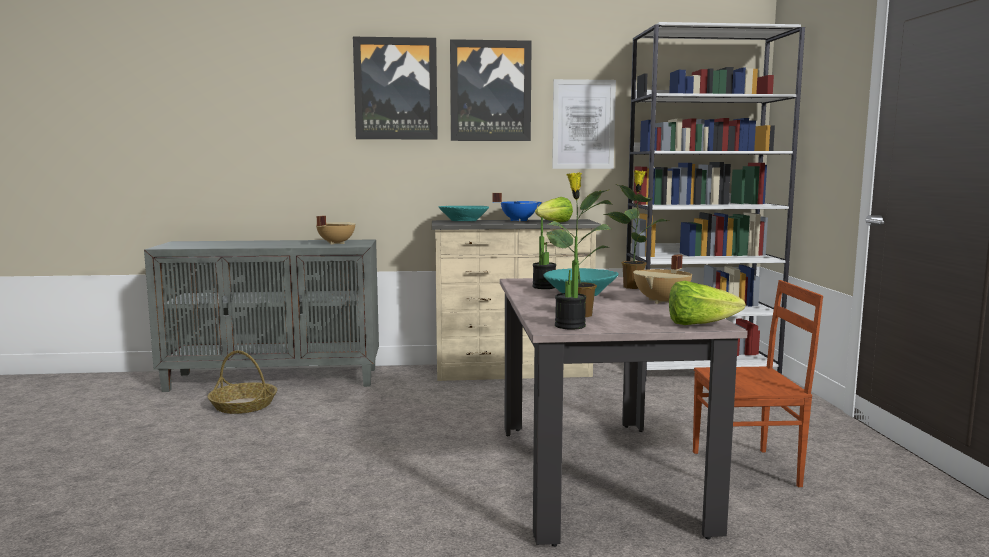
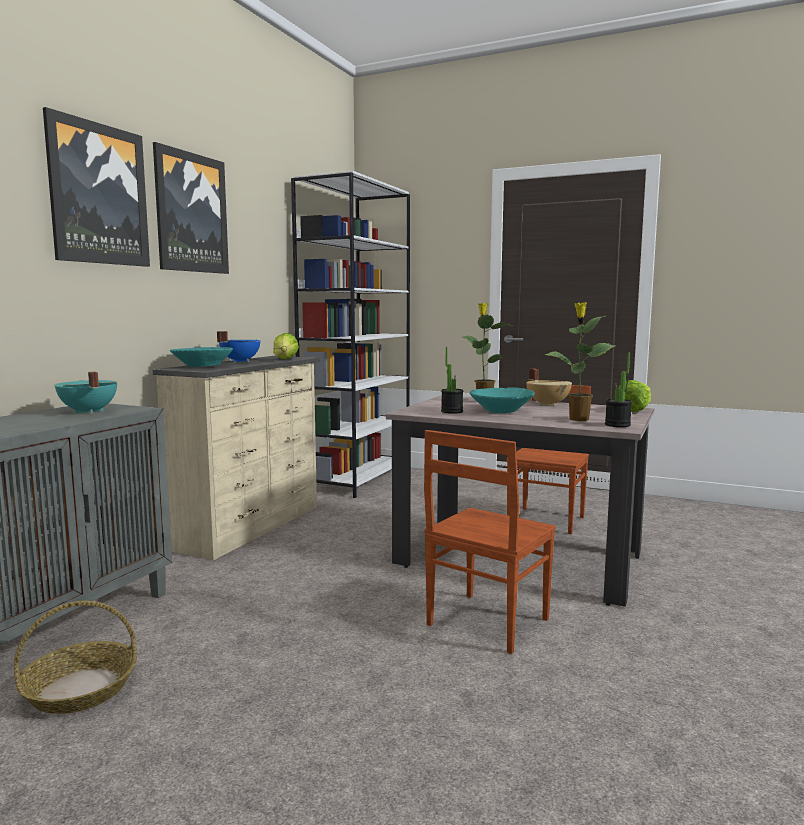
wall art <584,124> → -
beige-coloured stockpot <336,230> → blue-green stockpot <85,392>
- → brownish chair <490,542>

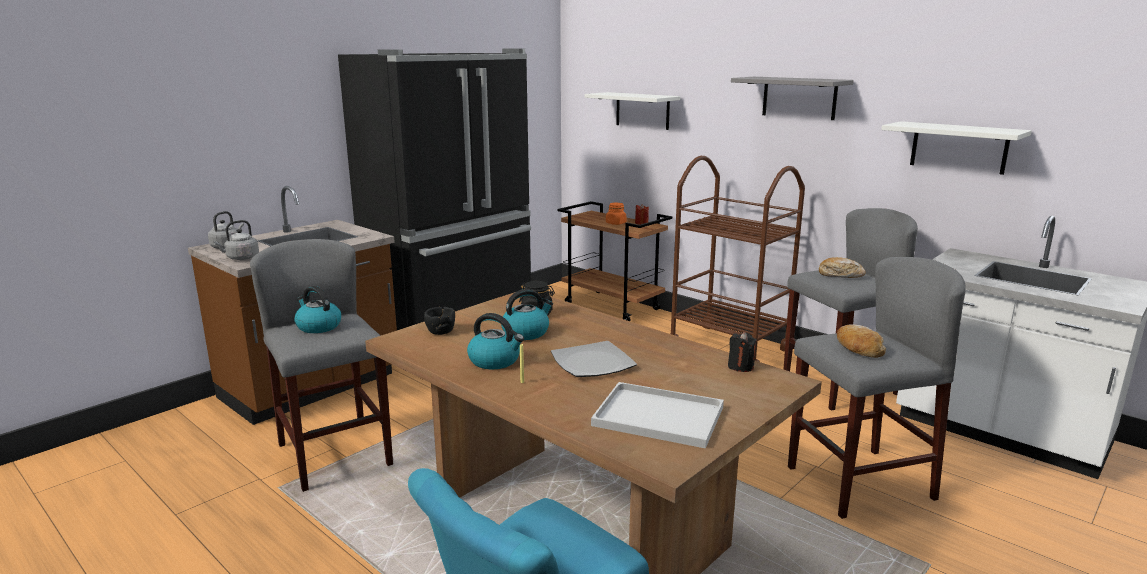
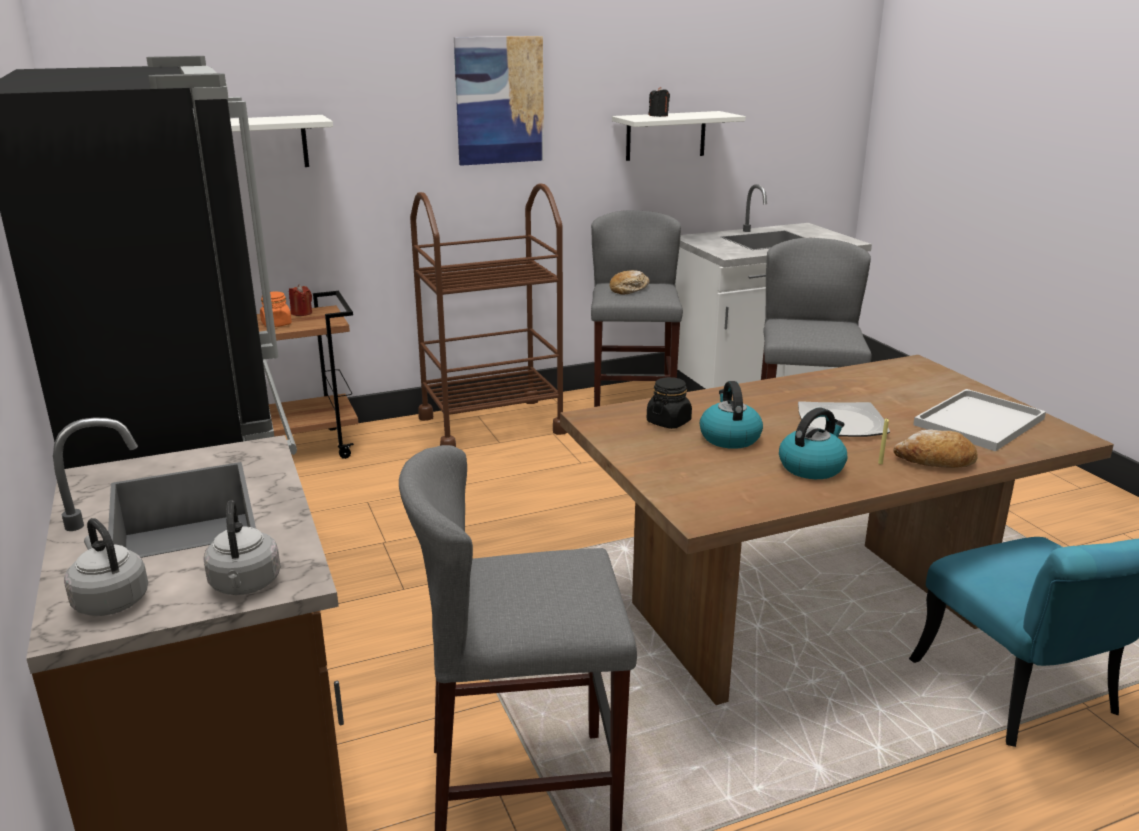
gray shelf <792,98> → wall art <499,101>
tea kettle <317,309> → -
blackish bowl <439,321> → -
baked bread <861,341> → baked bread <936,448>, move
blackish wax light <742,352> → blackish wax light <659,102>, move

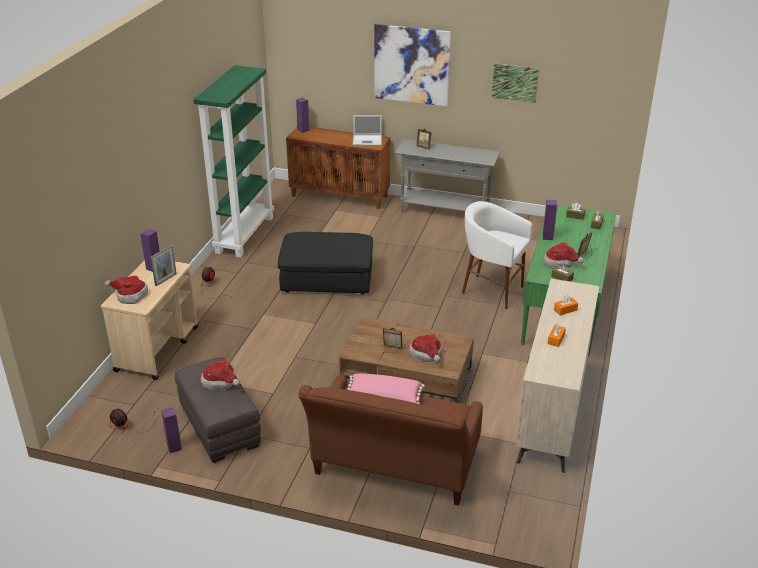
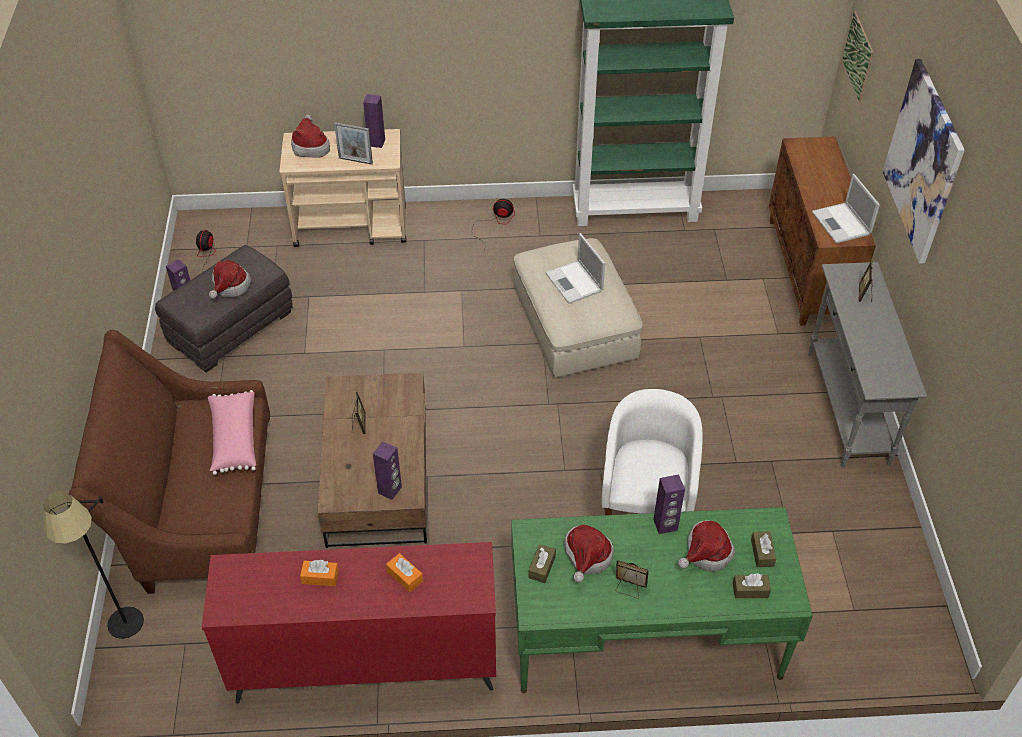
wall art <515,83> → wall art <857,56>, move
purple loudspeaker <302,115> → purple loudspeaker <387,470>, move
blackish footrest <325,263> → beige-coloured footrest <578,308>
beige-coloured drawer chest <557,376> → red drawer chest <349,623>
hat <425,348> → hat <706,546>, move
- → laptop <575,268>
- → blackish standing lamp <93,565>

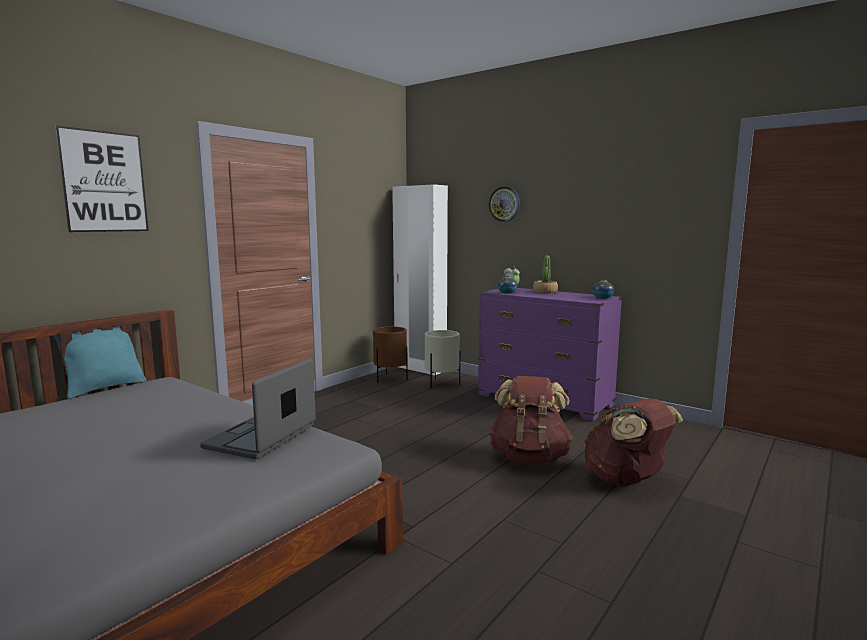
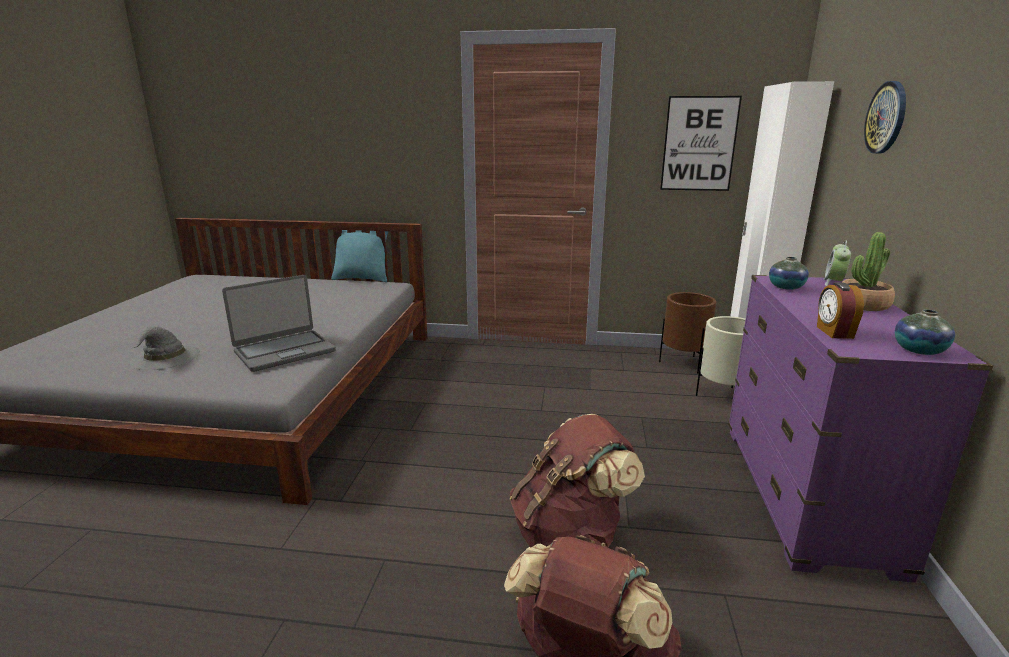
wall art <102,179> → wall art <701,143>, move
laptop <258,408> → laptop <279,323>, 150 degrees clockwise
- → alarm clock <840,310>
- → gray hat <164,348>

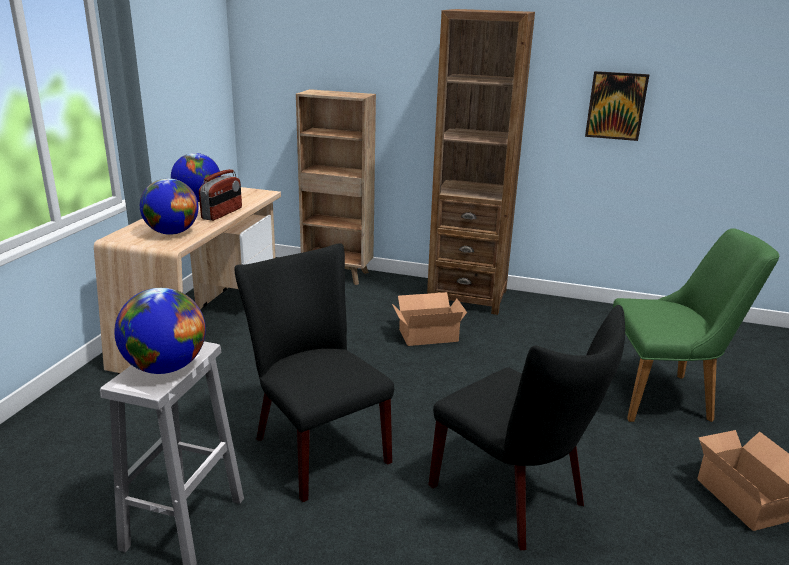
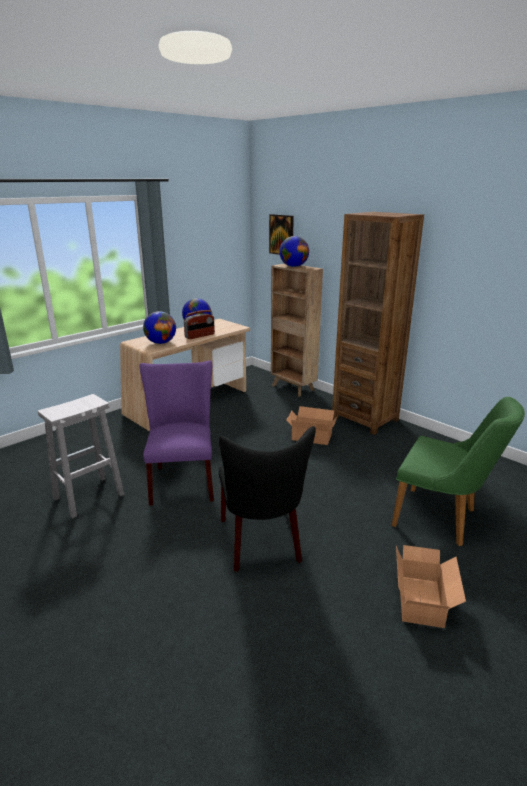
wall art <617,106> → wall art <281,234>, move
blackish chair <314,372> → purple chair <176,433>
world globe <160,331> → world globe <294,251>, move

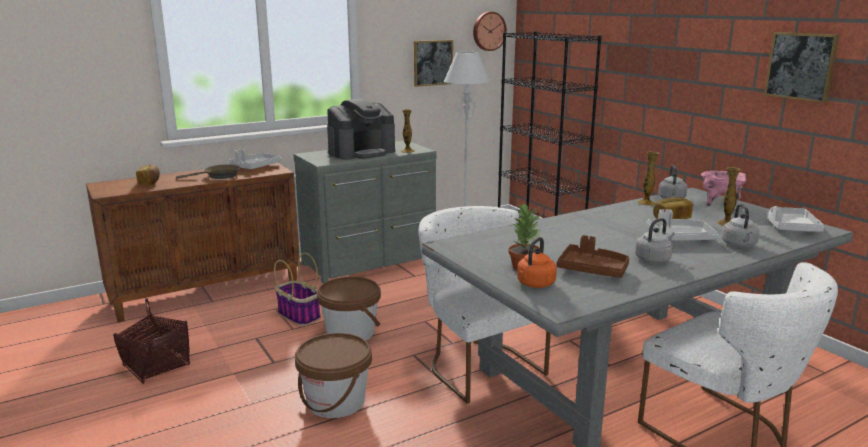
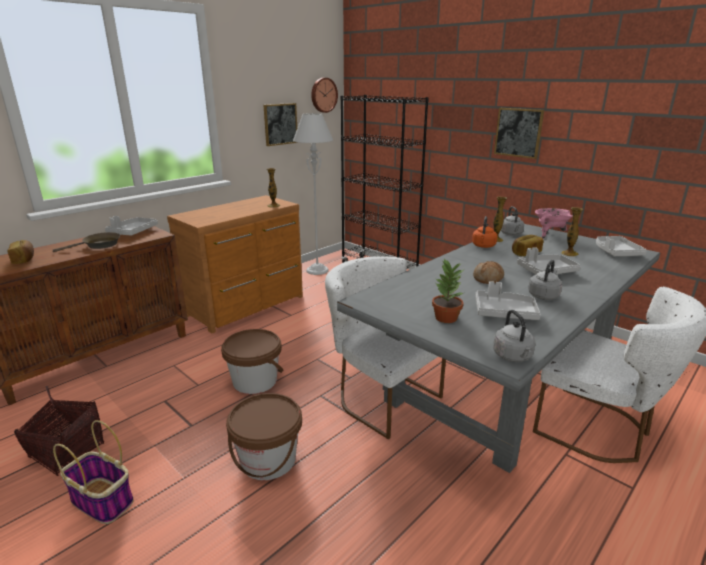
wall art <801,67> → wall art <519,133>, move
coffee brewer <361,129> → -
gray drawer chest <365,212> → brownish drawer chest <235,264>
gray tea kettle <740,225> → gray tea kettle <514,336>, move
brownish tray <593,256> → gray tray <508,300>
orange tea kettle <537,262> → orange tea kettle <484,232>, move
storage basket <297,289> → storage basket <93,472>, move
- → baked bread <488,272>

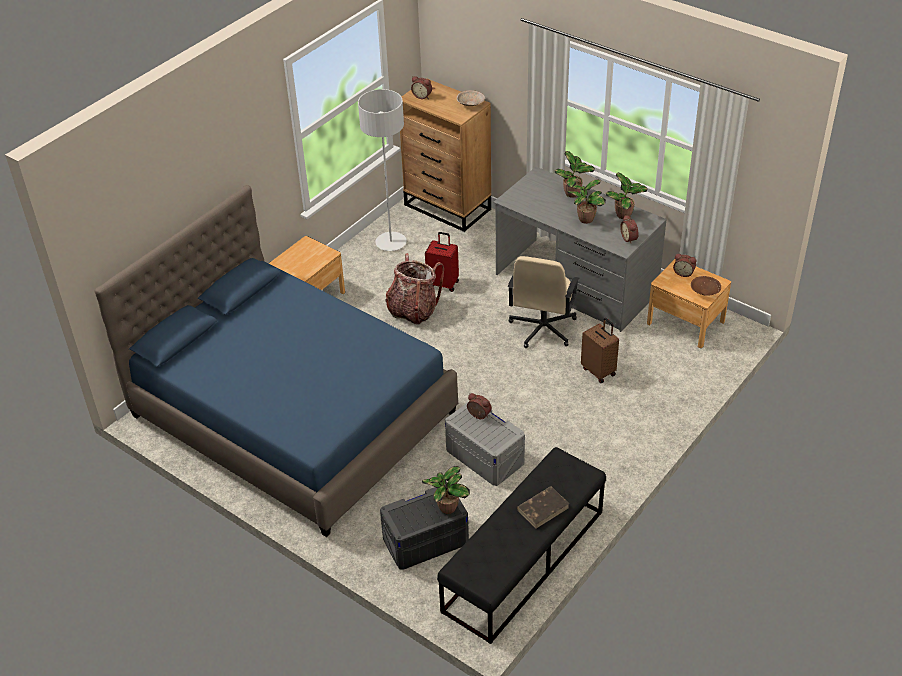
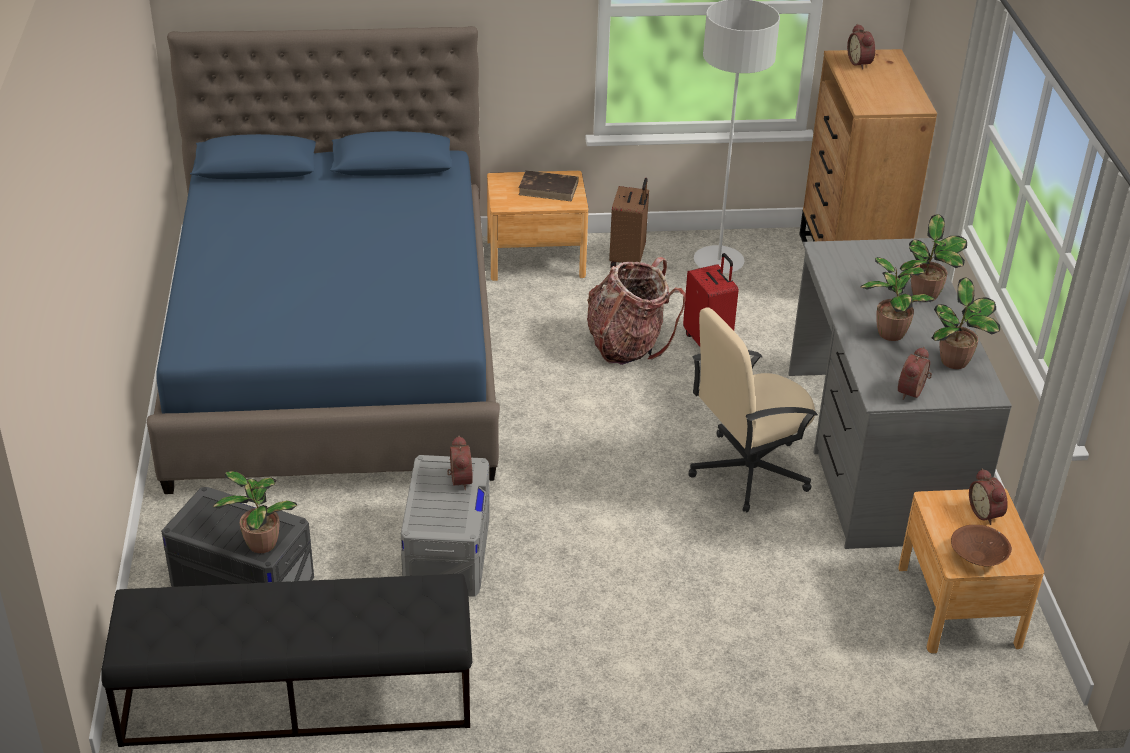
beige-coloured bowl <471,98> → -
brownish travel case <600,350> → brownish travel case <629,223>, move
brownish book <543,507> → brownish book <549,186>, move

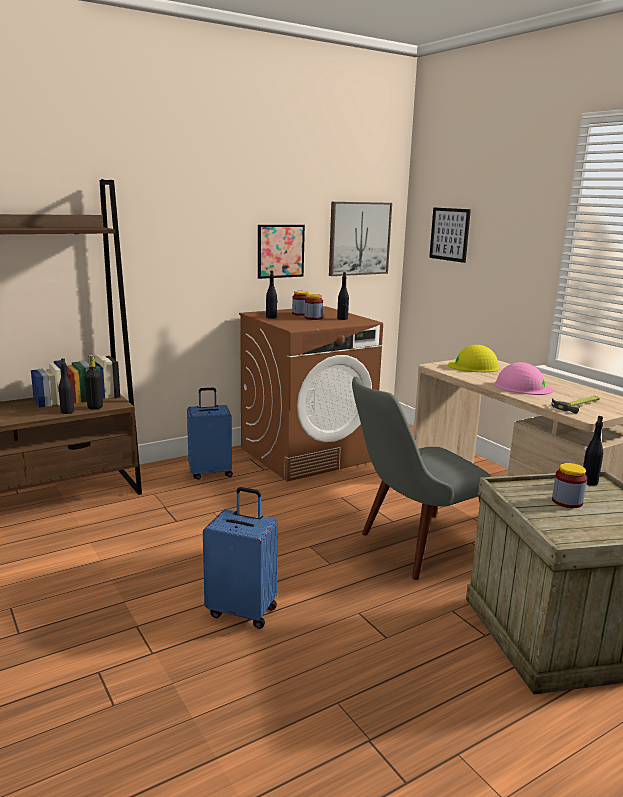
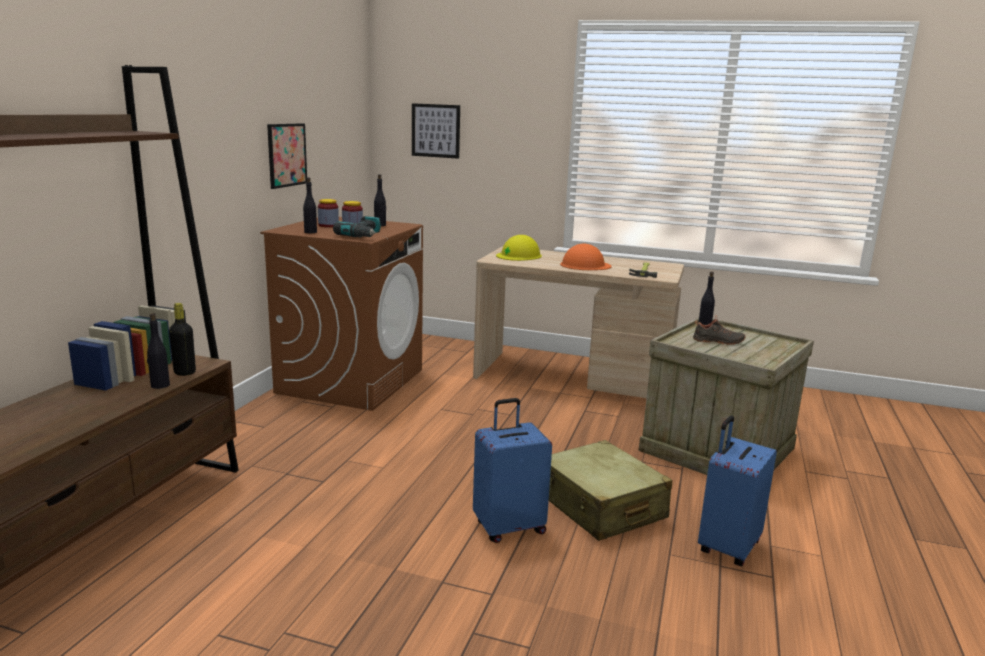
wall art <360,239> → -
pink-coloured hard hat <523,378> → orange hard hat <585,257>
gray chair <422,478> → -
blue travel case <210,434> → blue travel case <737,491>, move
preserve jar <569,485> → blackish shoe <719,330>
- → electric drill <357,226>
- → beige-coloured travel case <610,490>

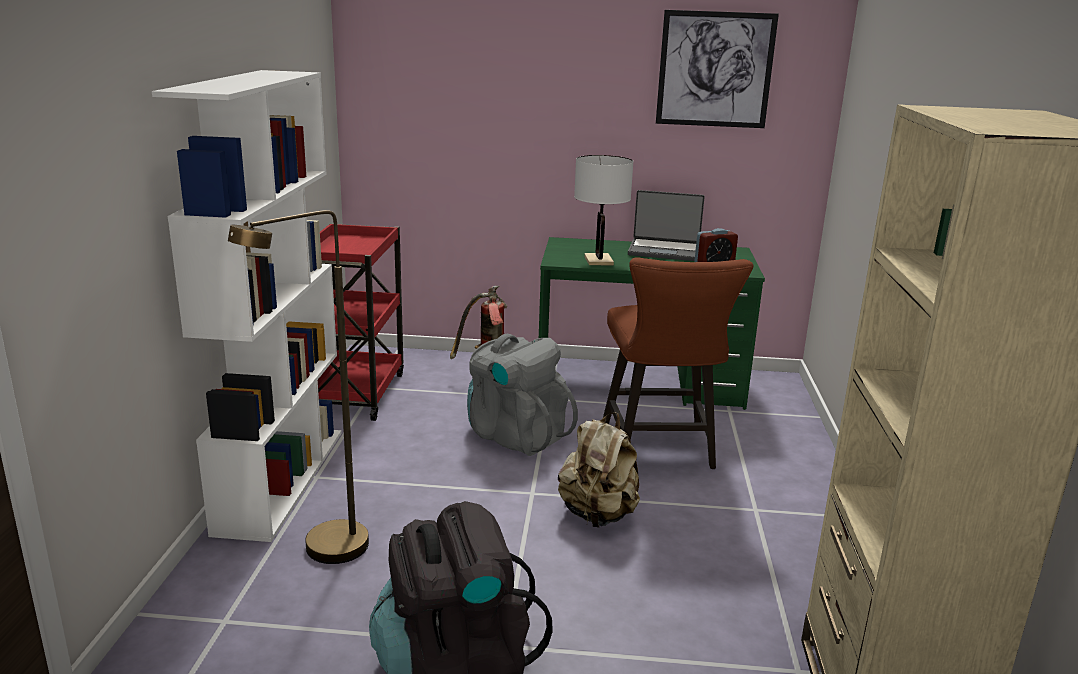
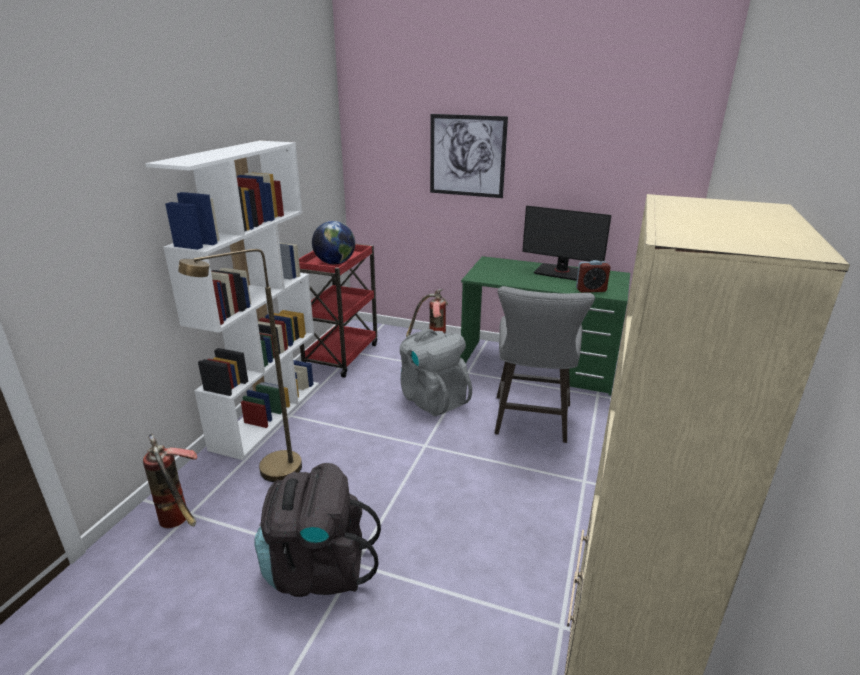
wall art <717,69> → wall art <469,156>, move
white-coloured table lamp <604,210> → -
laptop <666,225> → monitor <566,243>
brownish stool seat <678,363> → gray stool seat <545,364>
beige-coloured knapsack <599,470> → -
- → world globe <333,243>
- → extinguisher <170,481>

